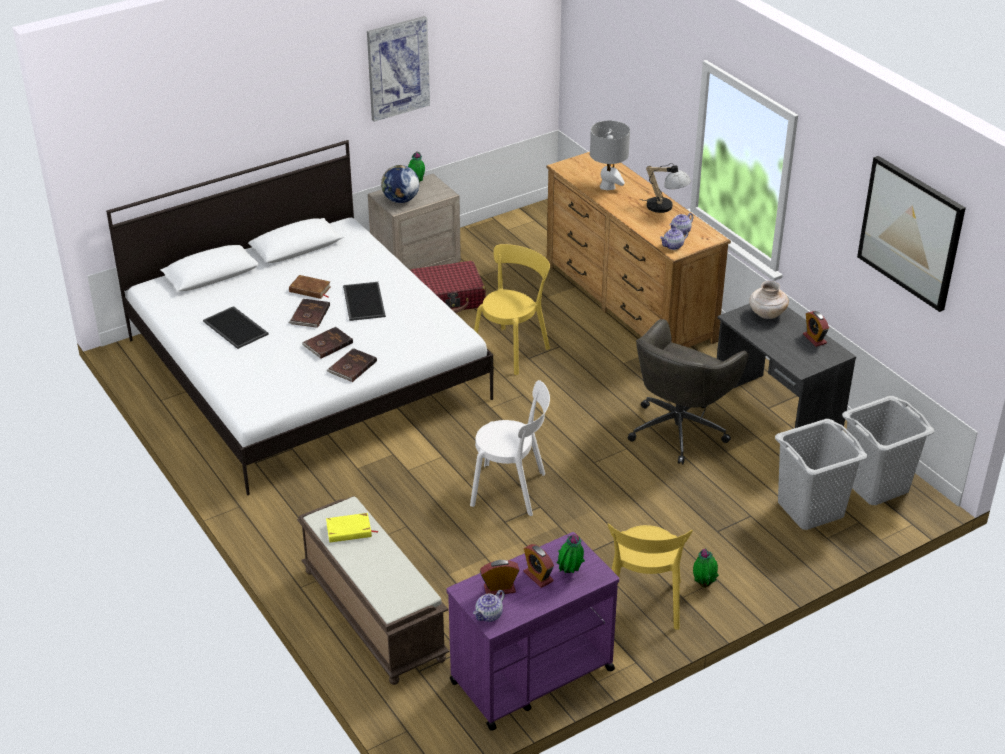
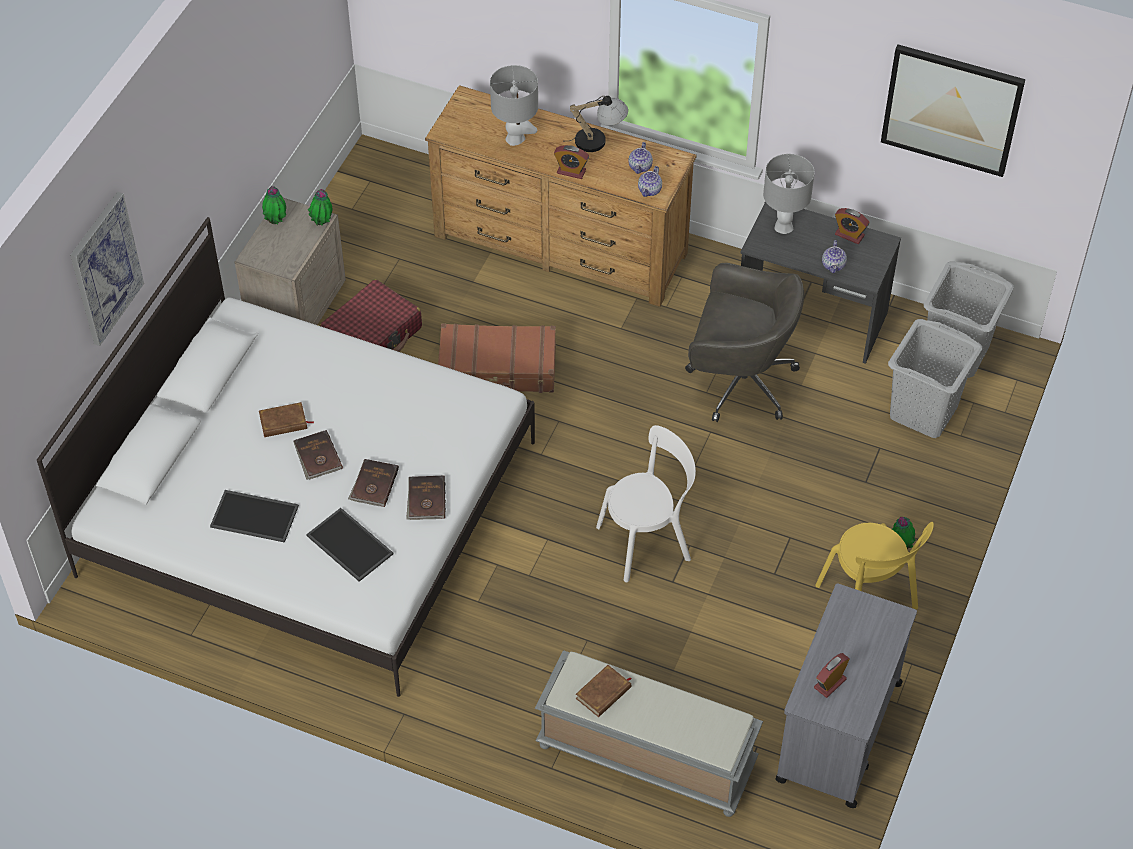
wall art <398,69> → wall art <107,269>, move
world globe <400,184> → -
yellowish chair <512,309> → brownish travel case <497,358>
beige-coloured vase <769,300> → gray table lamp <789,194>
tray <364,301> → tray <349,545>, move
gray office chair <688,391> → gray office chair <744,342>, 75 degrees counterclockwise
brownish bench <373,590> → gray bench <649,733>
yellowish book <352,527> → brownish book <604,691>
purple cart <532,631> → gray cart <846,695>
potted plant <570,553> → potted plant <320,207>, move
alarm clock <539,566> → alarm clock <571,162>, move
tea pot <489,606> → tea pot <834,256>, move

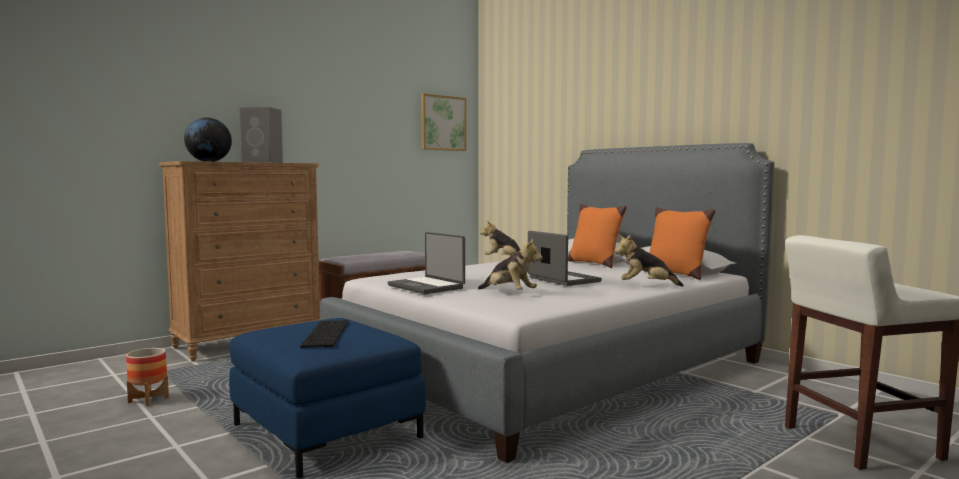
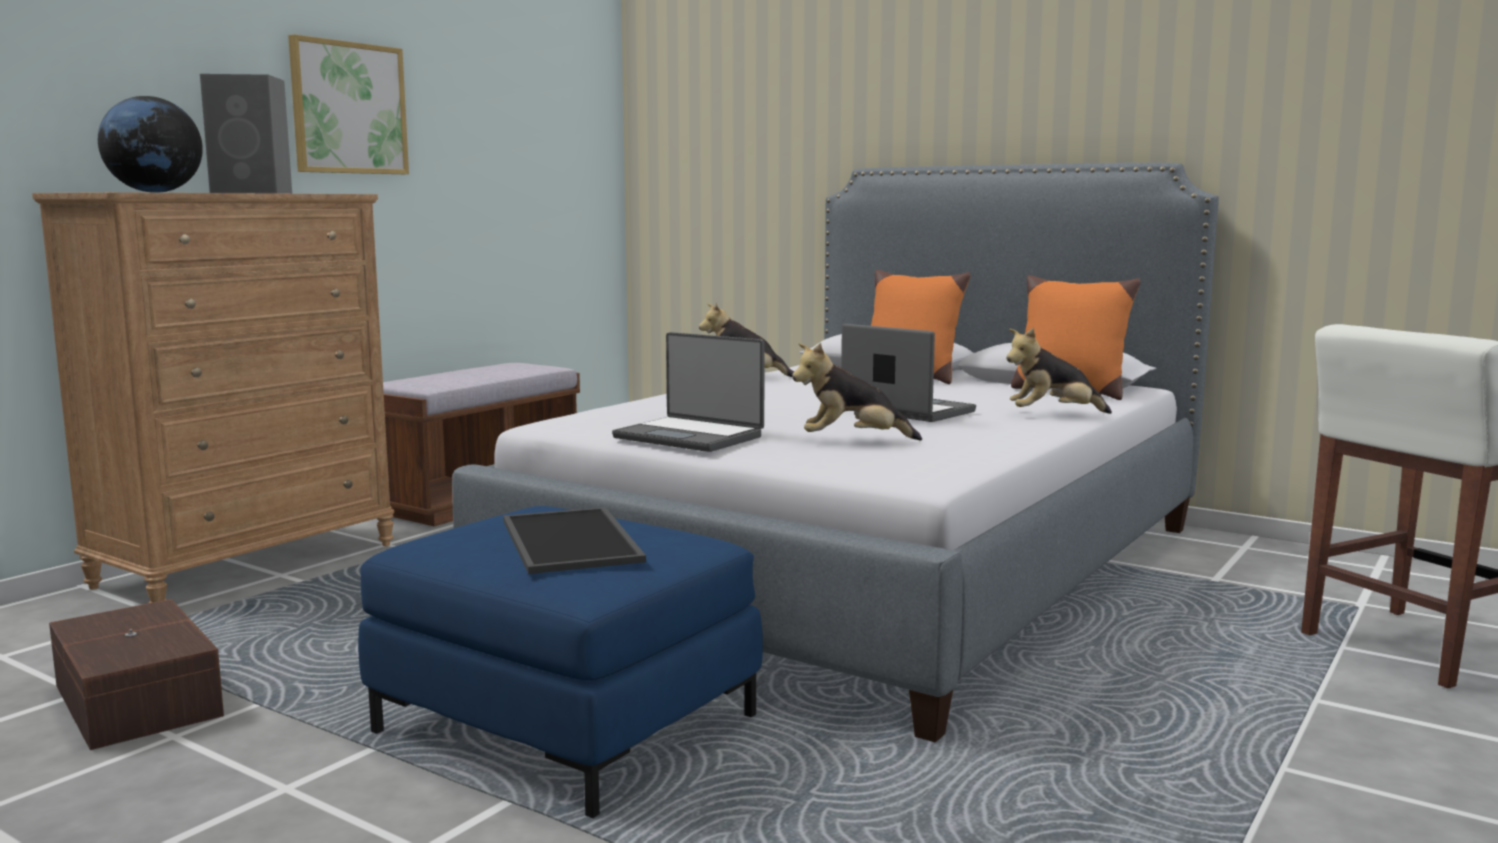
wall art <443,122> → wall art <348,104>, move
plush toy <510,264> → plush toy <857,392>, 150 degrees clockwise
keyboard <324,334> → tray <574,540>
flower pot <147,377> → brownish storage box <136,674>

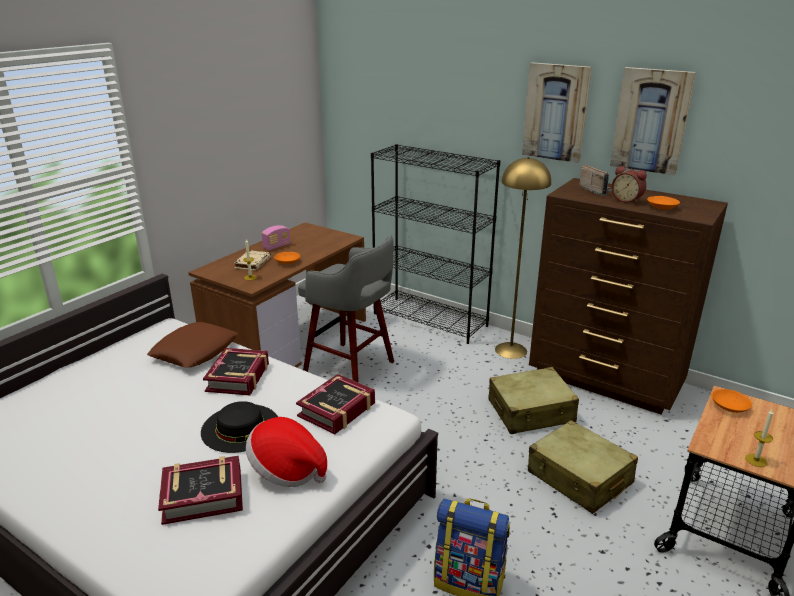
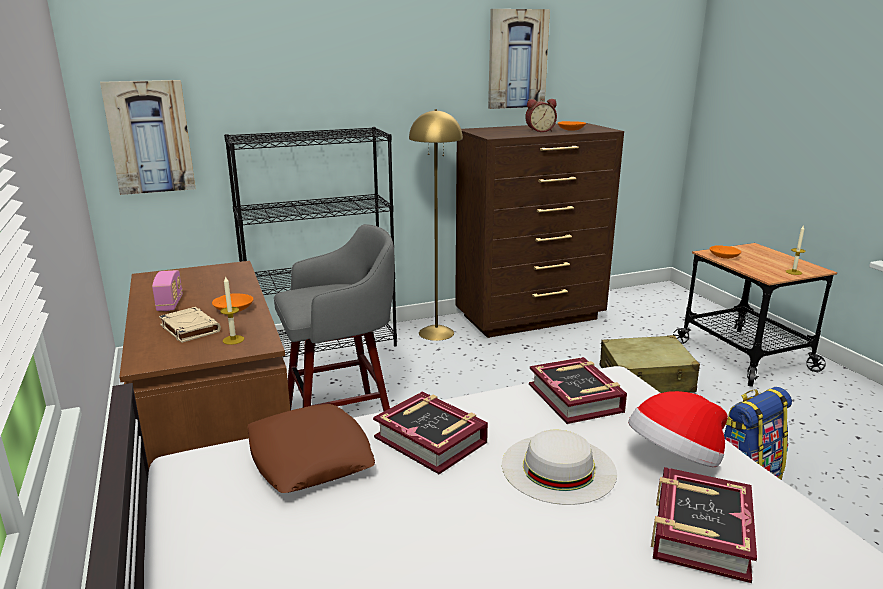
wall art <557,112> → wall art <148,137>, move
radio set <595,180> → -
beige-coloured travel case <533,400> → -
blackish hat <239,427> → white-coloured hat <559,467>

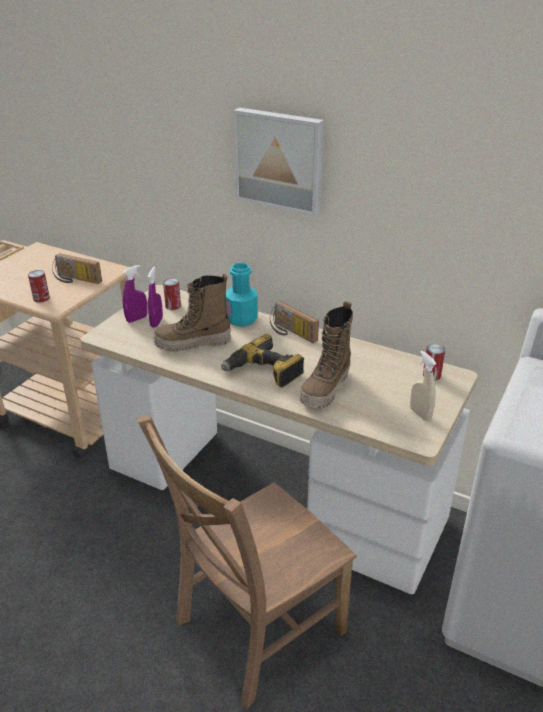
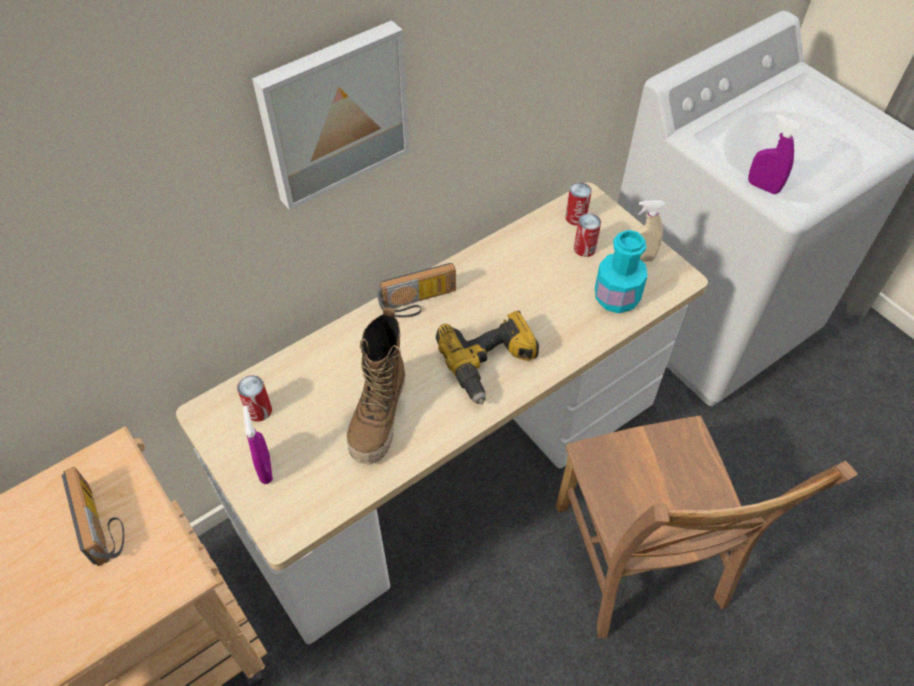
radio set <77,268> → radio set <93,516>, 75 degrees counterclockwise
blue-green drink bottle <242,295> → blue-green drink bottle <621,271>, move
purple sprayer <155,297> → purple sprayer <774,154>, move
sealed can <39,286> → sealed can <587,235>, move
boot <326,355> → -

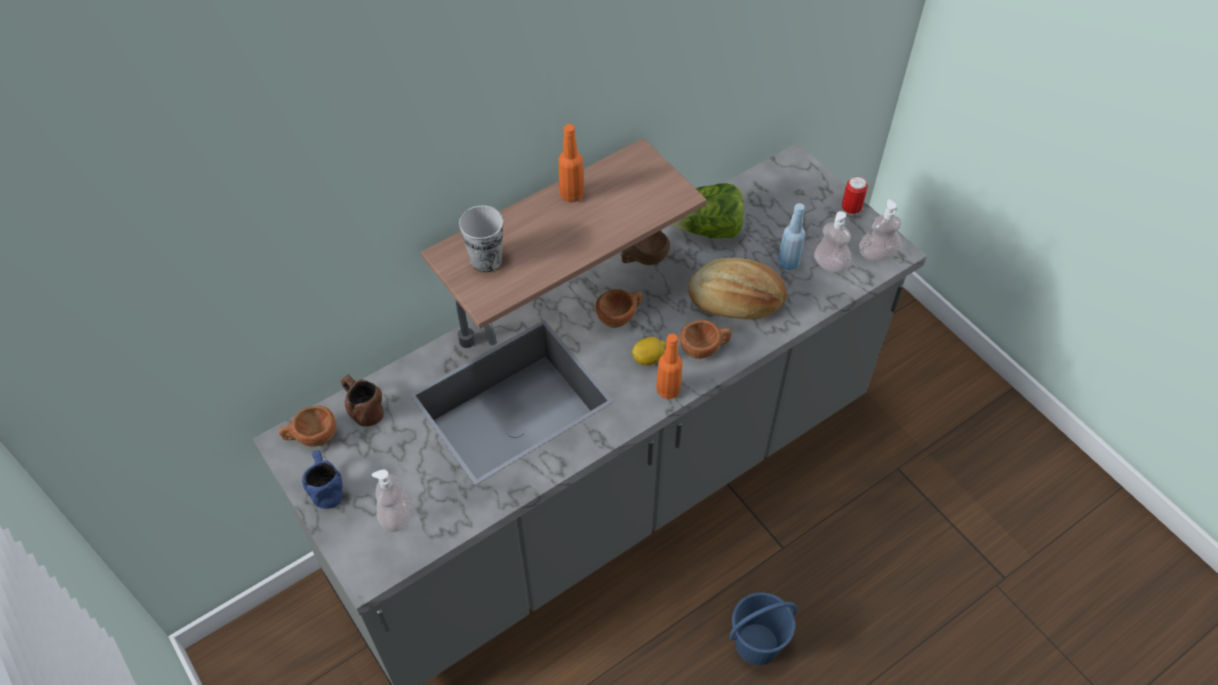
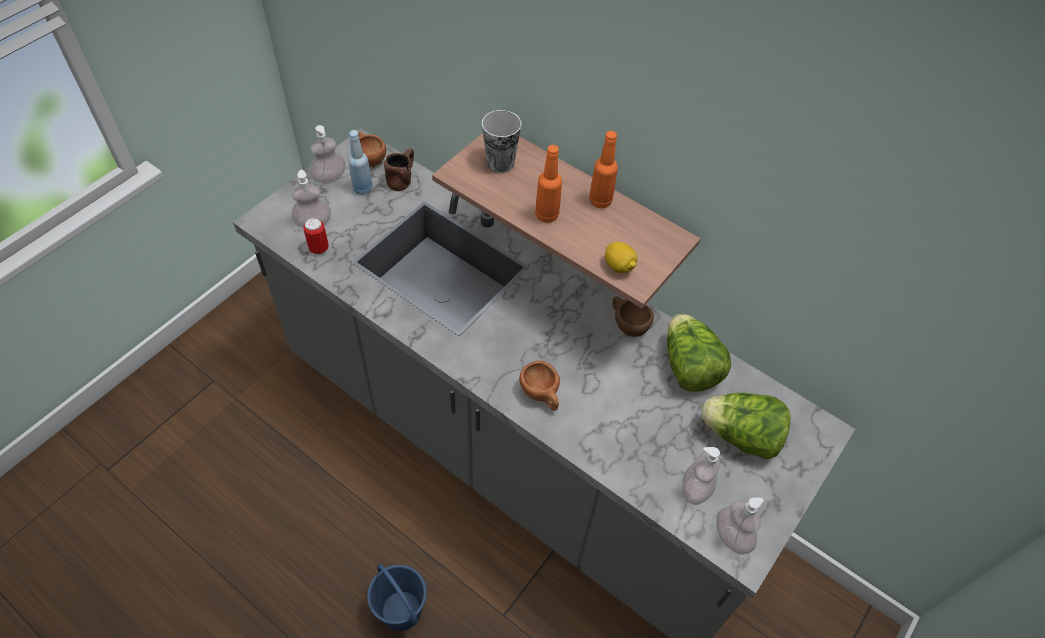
sealed can <855,195> → sealed can <316,236>, move
blue drink bottle <791,236> → blue drink bottle <360,162>, move
baked bread <737,288> → -
brownish drinking cup <618,308> → -
orange drink bottle <669,366> → orange drink bottle <548,184>, move
citrus fruit <649,351> → citrus fruit <621,257>, move
blue mug <322,479> → soap bottle <328,154>
- → lettuce <745,426>

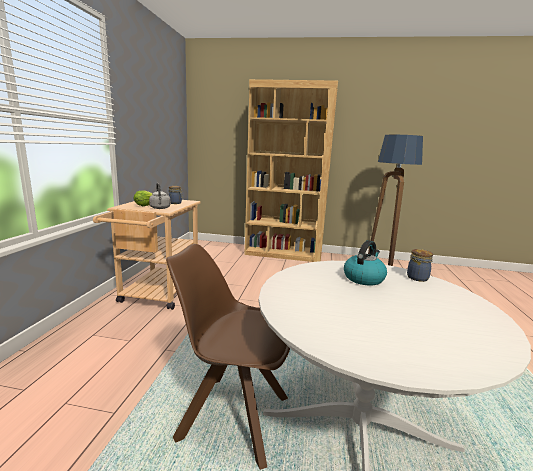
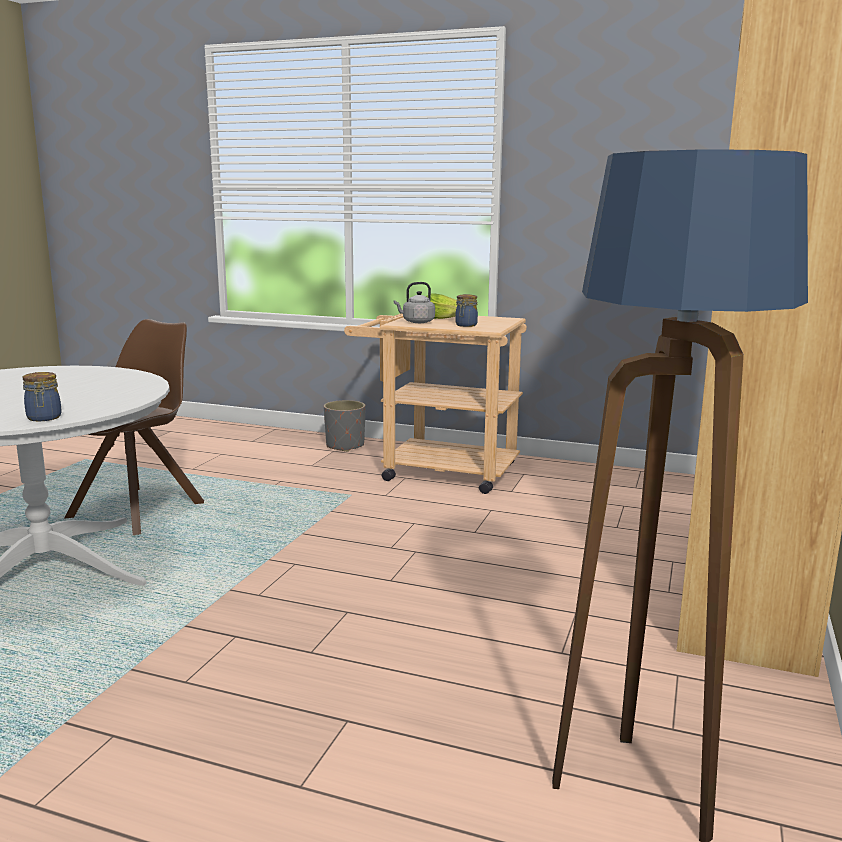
tea kettle <365,263> → -
- → gray flower pot <345,426>

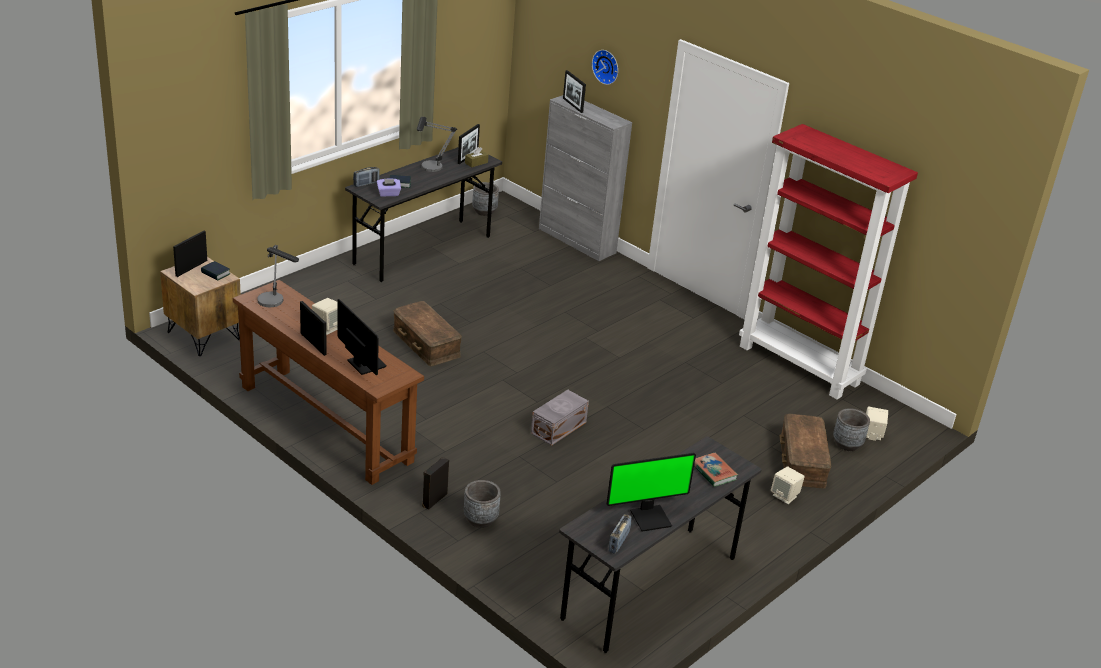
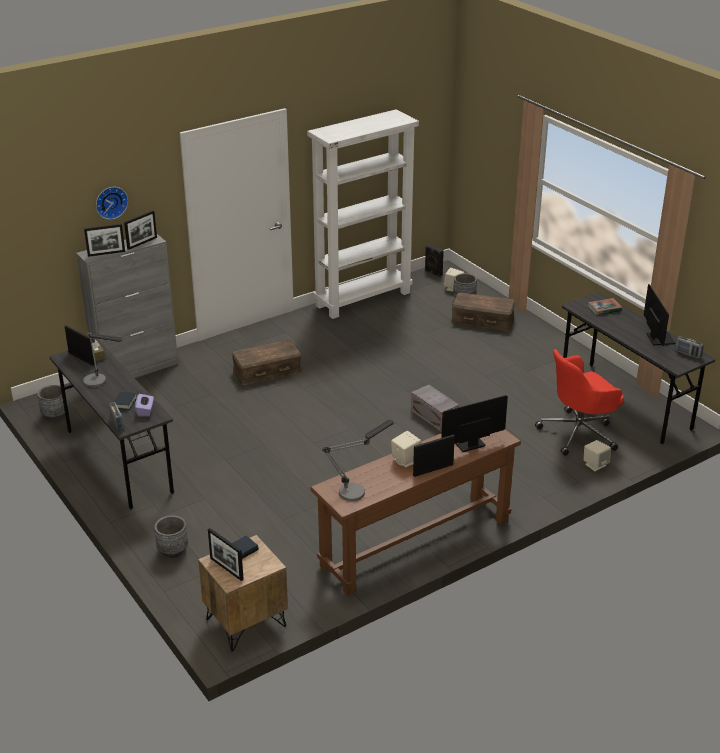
red shelving unit <828,262> → white-coloured shelving unit <363,214>
brownish storage box <427,333> → brownish storage box <266,362>, move
blackish loudspeaker <435,483> → blackish loudspeaker <434,260>, move
beige-coloured loudspeaker <788,485> → beige-coloured loudspeaker <597,455>, move
gray flower pot <482,504> → gray flower pot <171,536>, move
- → picture frame <140,230>
- → red office chair <579,402>

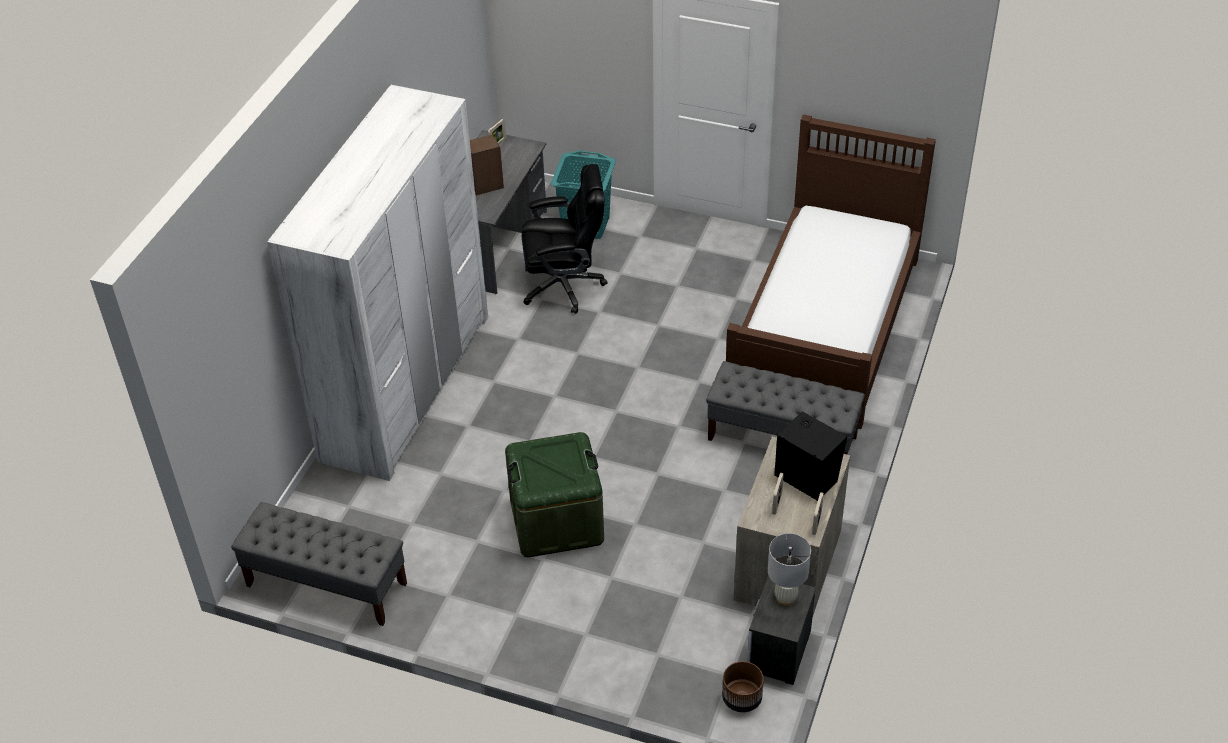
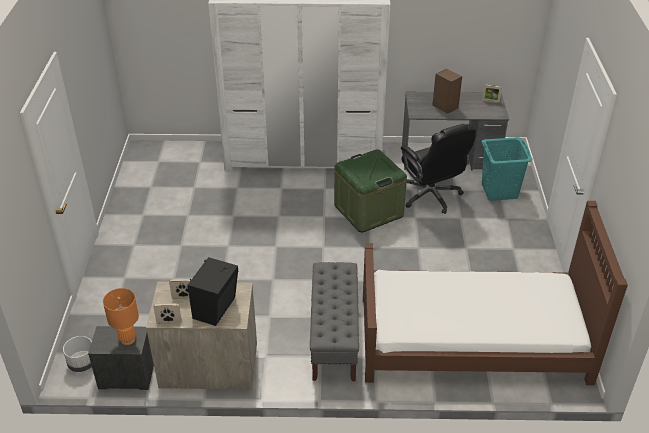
green-coloured storage box <554,494> → green-coloured storage box <370,190>, move
gray bench <319,564> → -
white-coloured table lamp <789,569> → orange table lamp <121,316>
brownish flower pot <743,686> → white-coloured flower pot <77,354>

